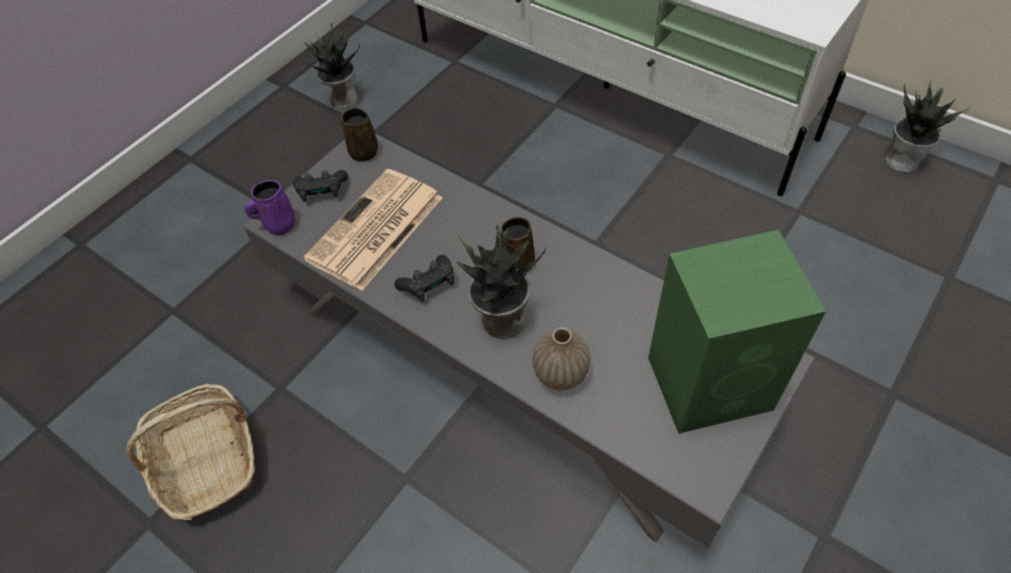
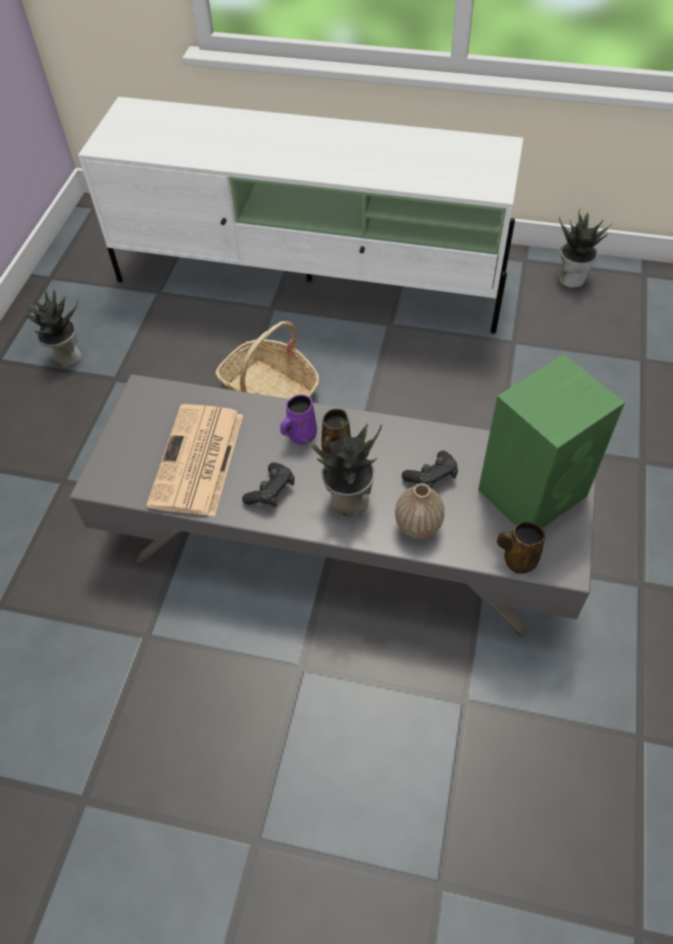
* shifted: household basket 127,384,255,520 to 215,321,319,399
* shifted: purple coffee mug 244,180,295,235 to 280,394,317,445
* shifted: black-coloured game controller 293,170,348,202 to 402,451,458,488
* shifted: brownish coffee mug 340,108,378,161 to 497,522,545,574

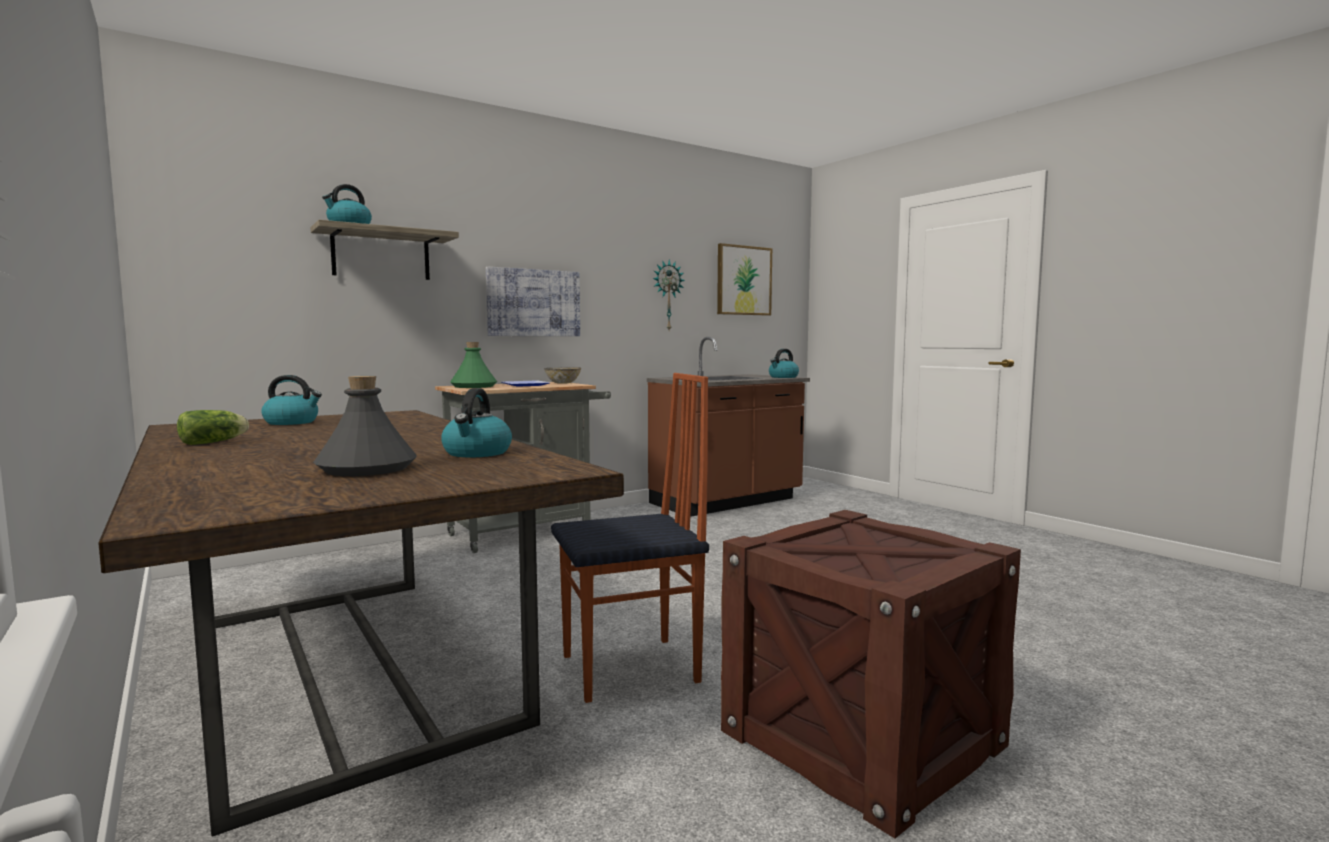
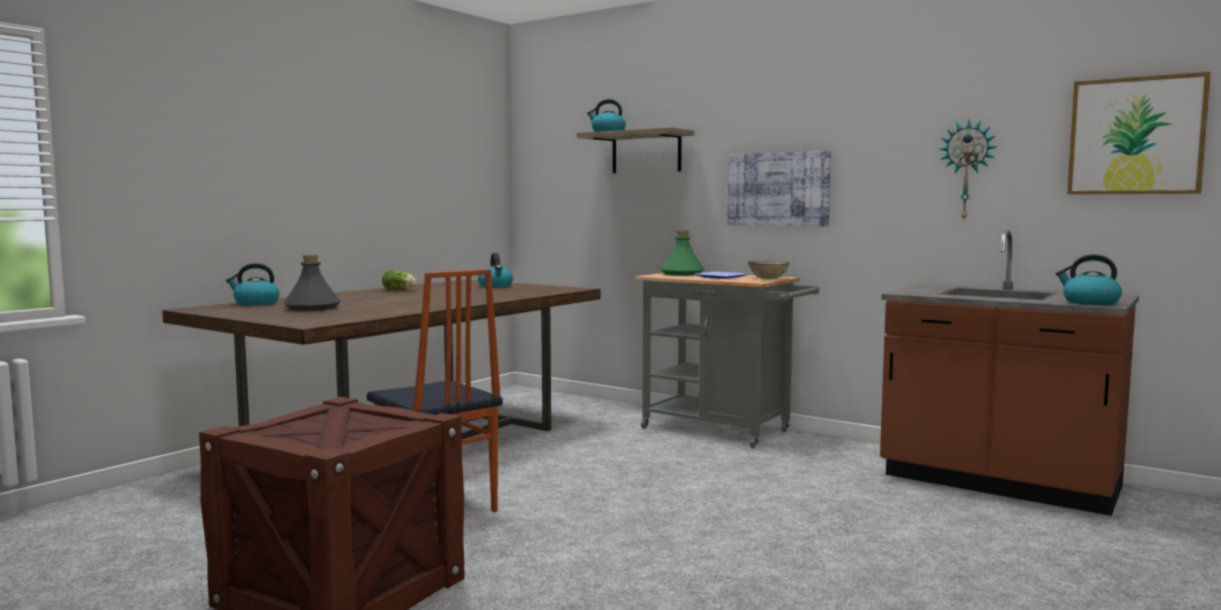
* shifted: kettle 441,388,512,457 to 226,263,279,306

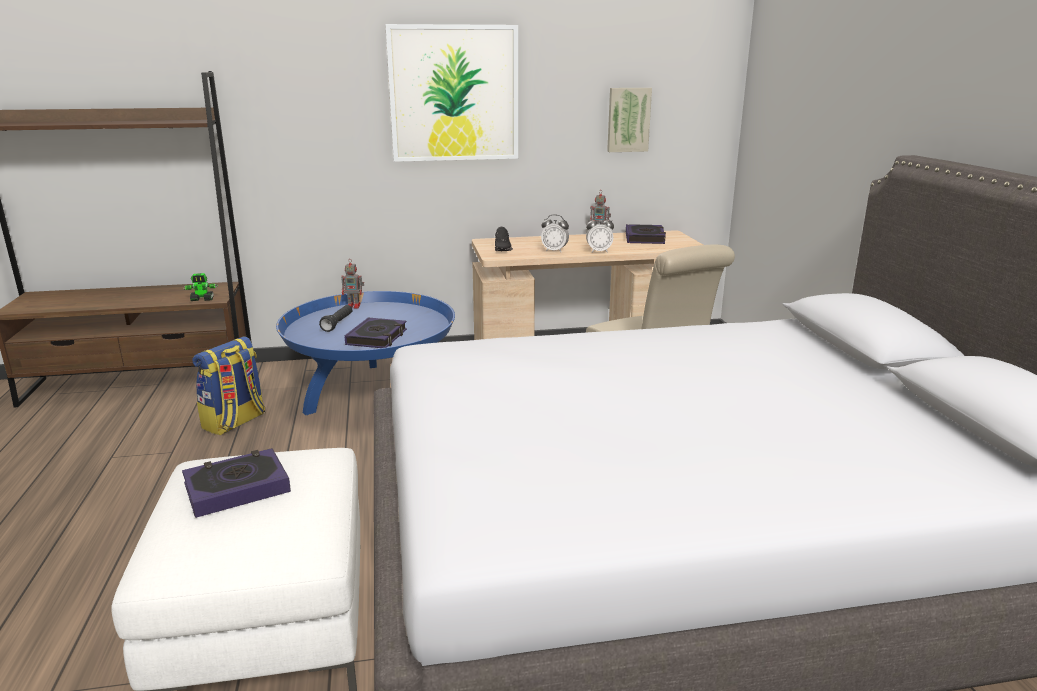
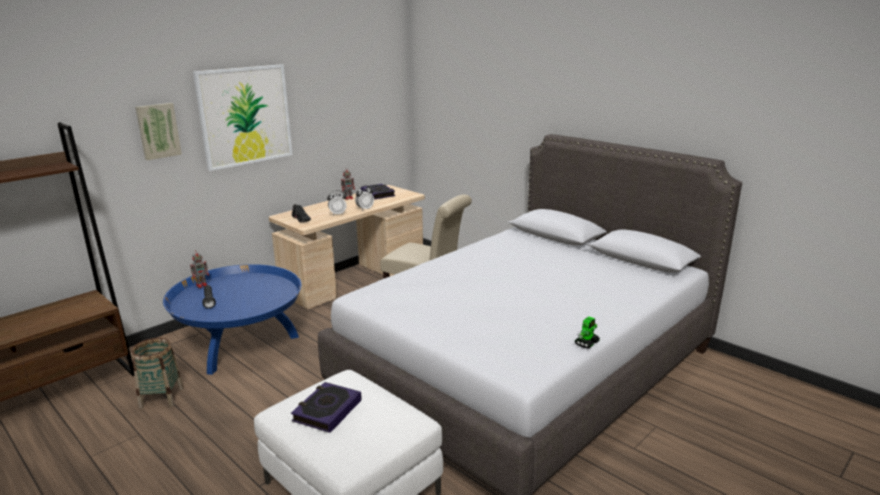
* swapped: backpack 192,336,265,435 to household basket 131,338,183,409
* shifted: picture 607,88,652,152 to 135,103,182,160
* shifted: model robot 183,273,218,301 to 575,316,600,348
* gone: bound book 345,318,407,348

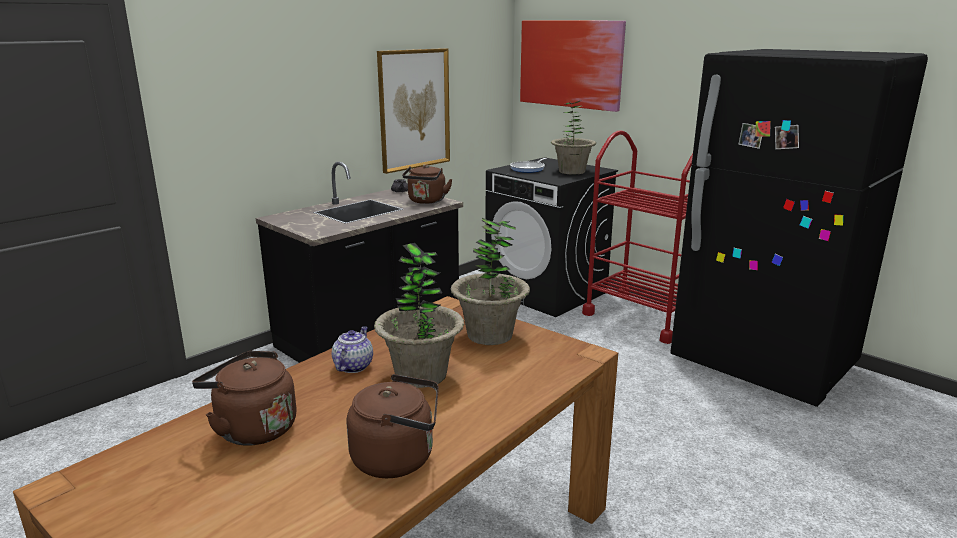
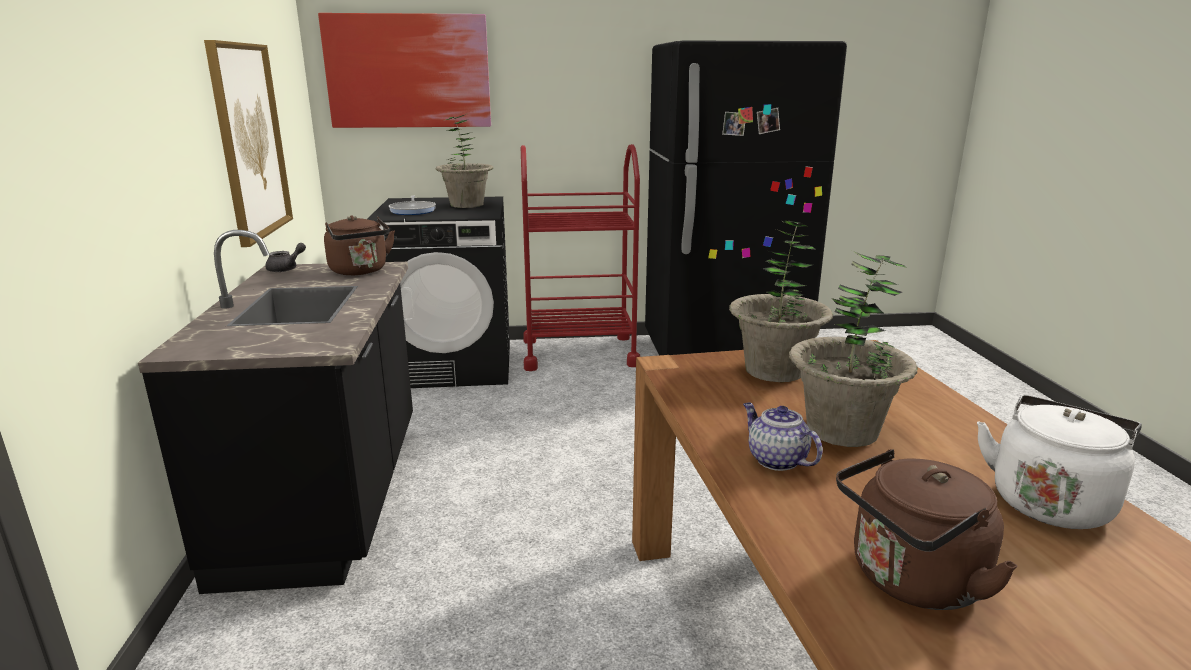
* repainted: brownish kettle 347,374,439,478 to whitish kettle 977,395,1142,529

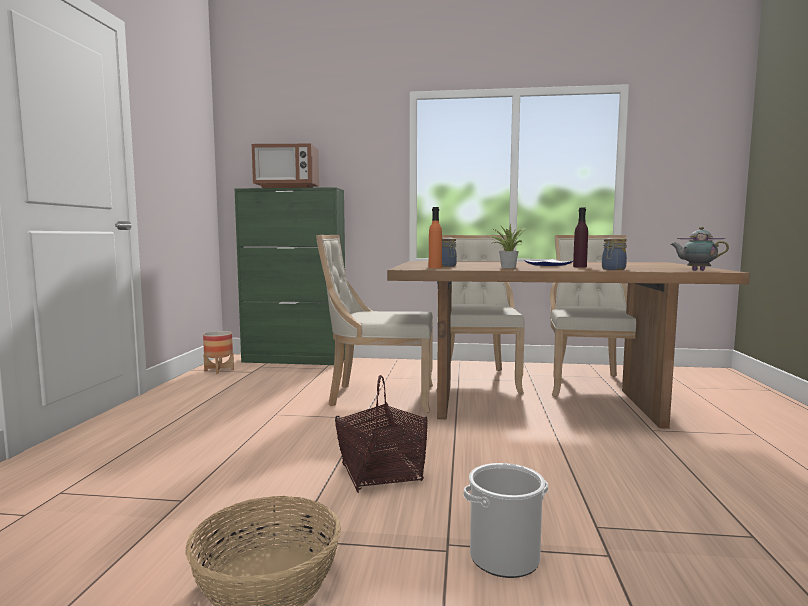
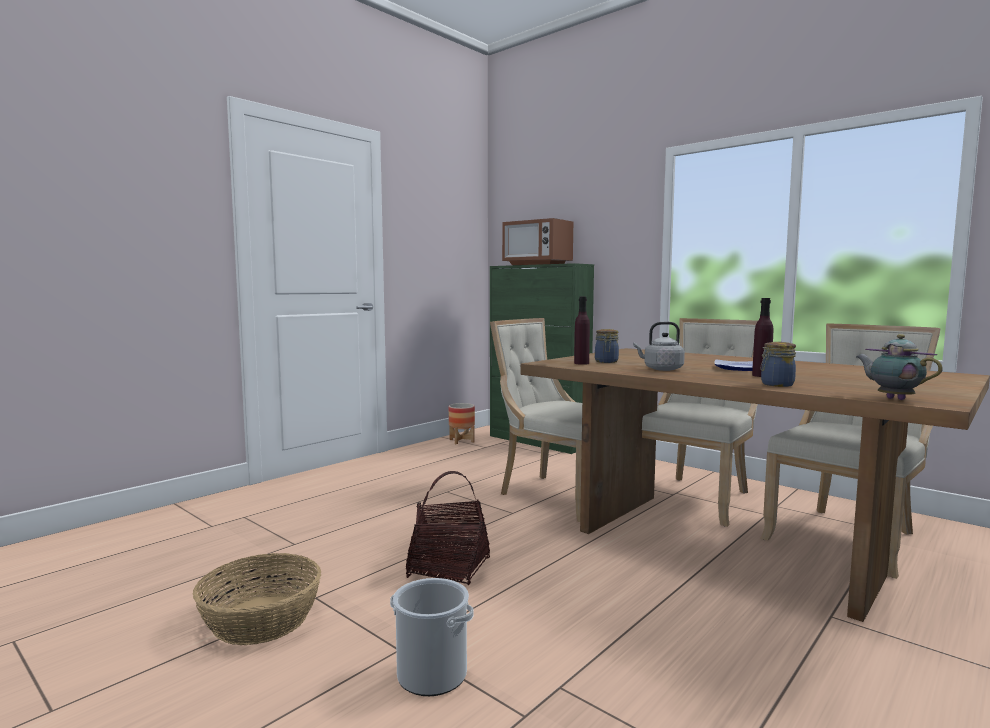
* repainted: orangey beverage bottle 429,207,442,268 to purple beverage bottle 574,297,590,365
* swapped: potted plant 489,224,526,268 to gray kettle 633,322,685,371

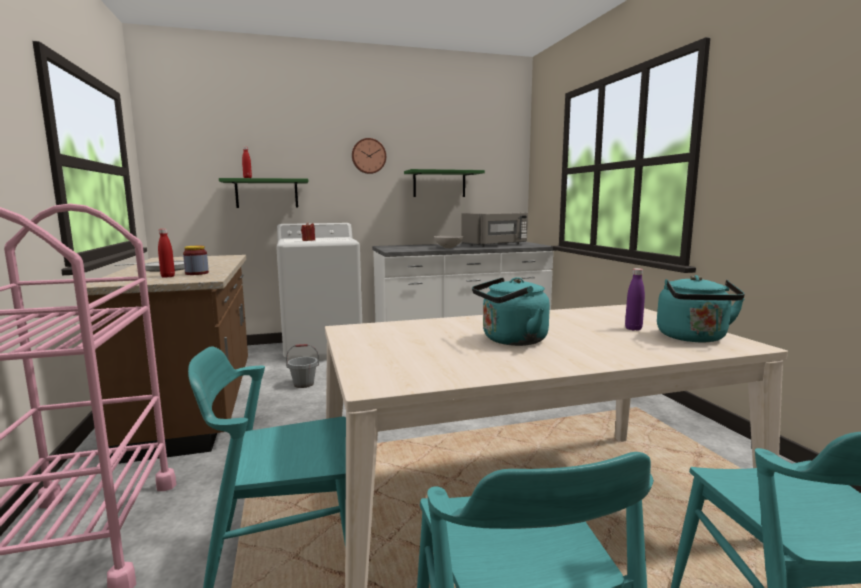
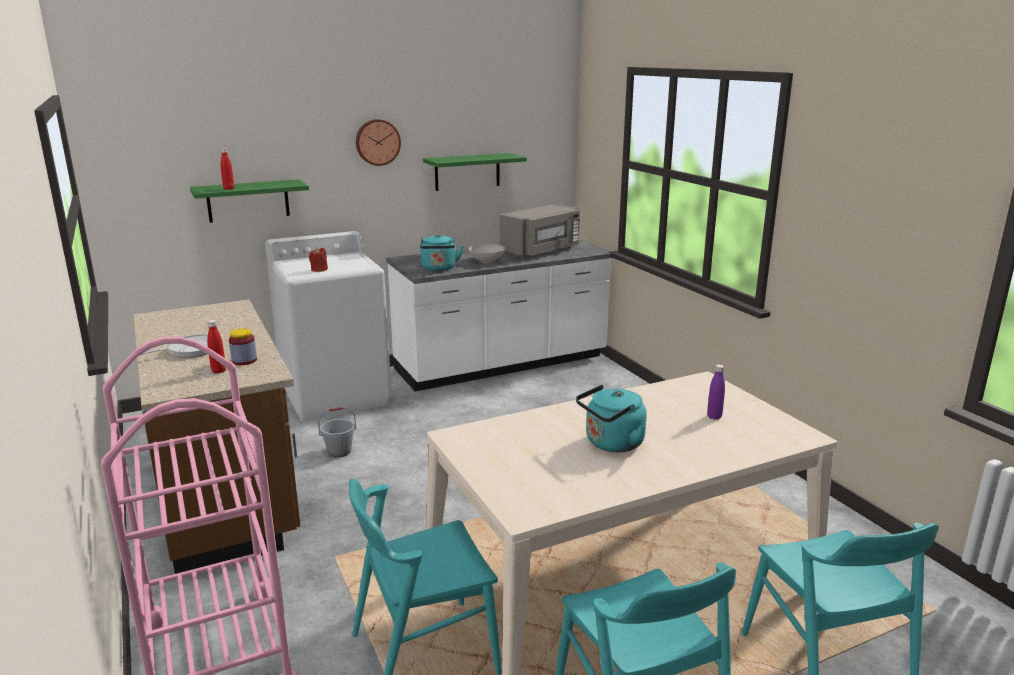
* shifted: turquoise kettle 657,275,745,342 to 420,234,464,271

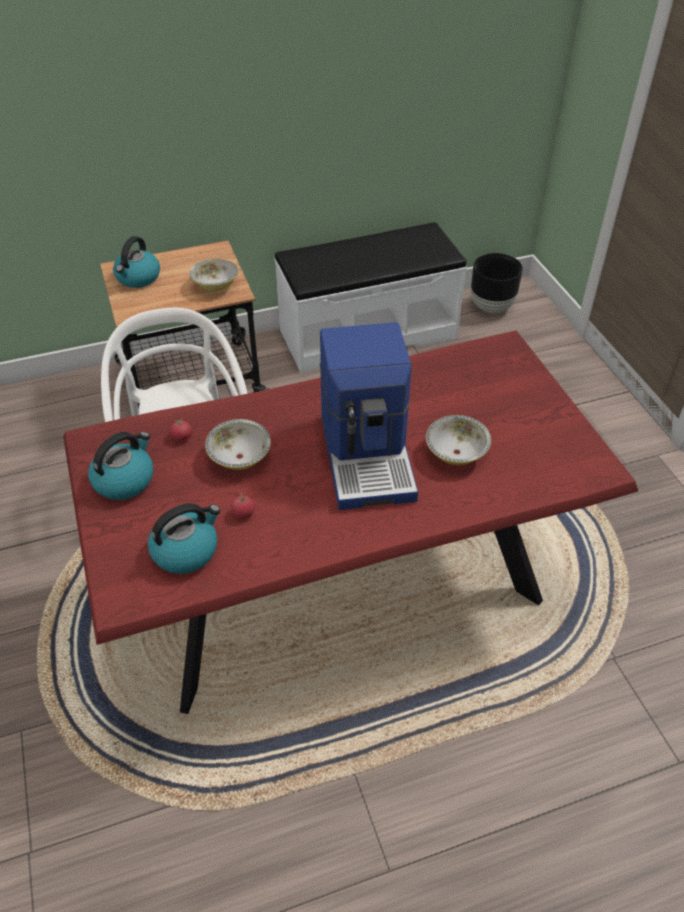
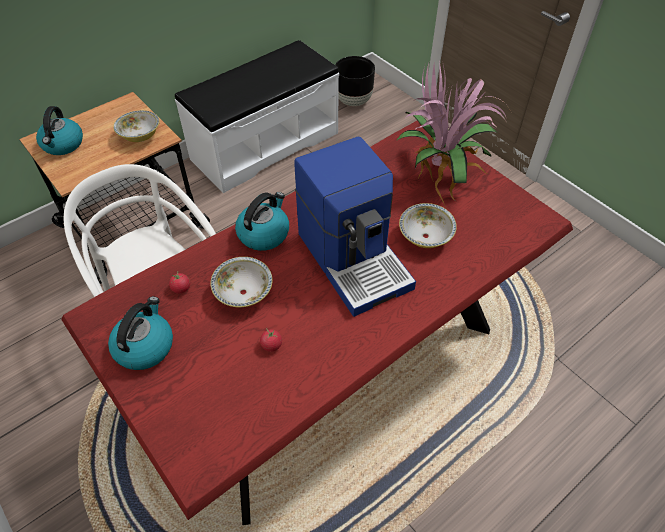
* shifted: kettle 148,503,220,574 to 235,192,289,251
* new: potted plant 396,60,507,207

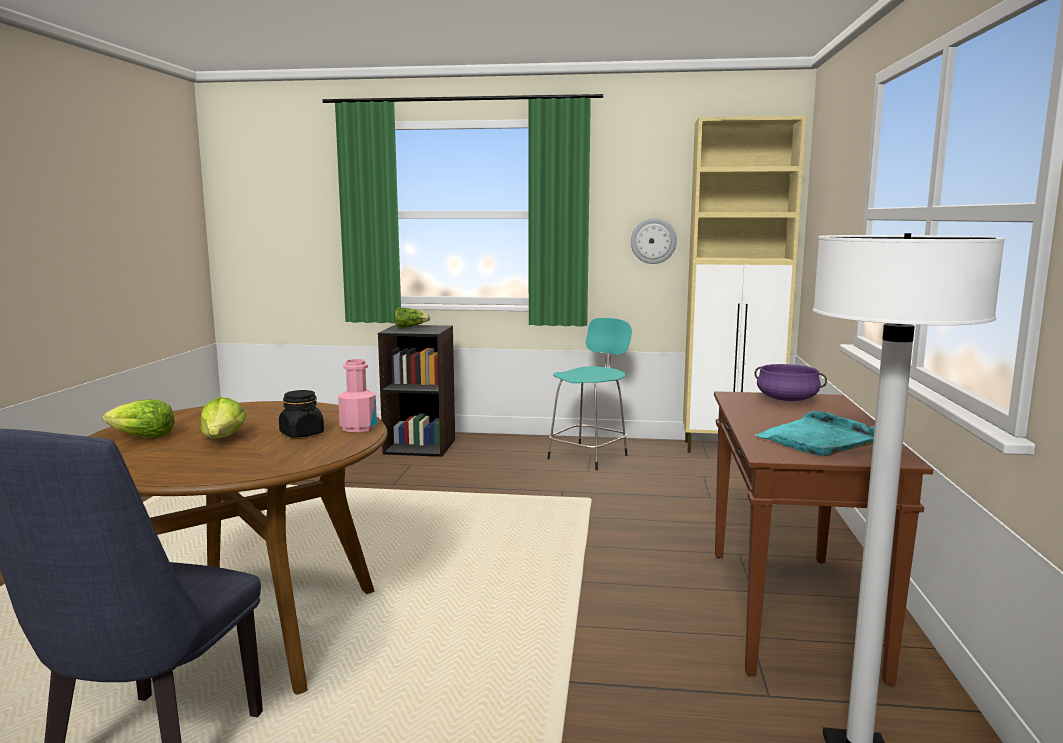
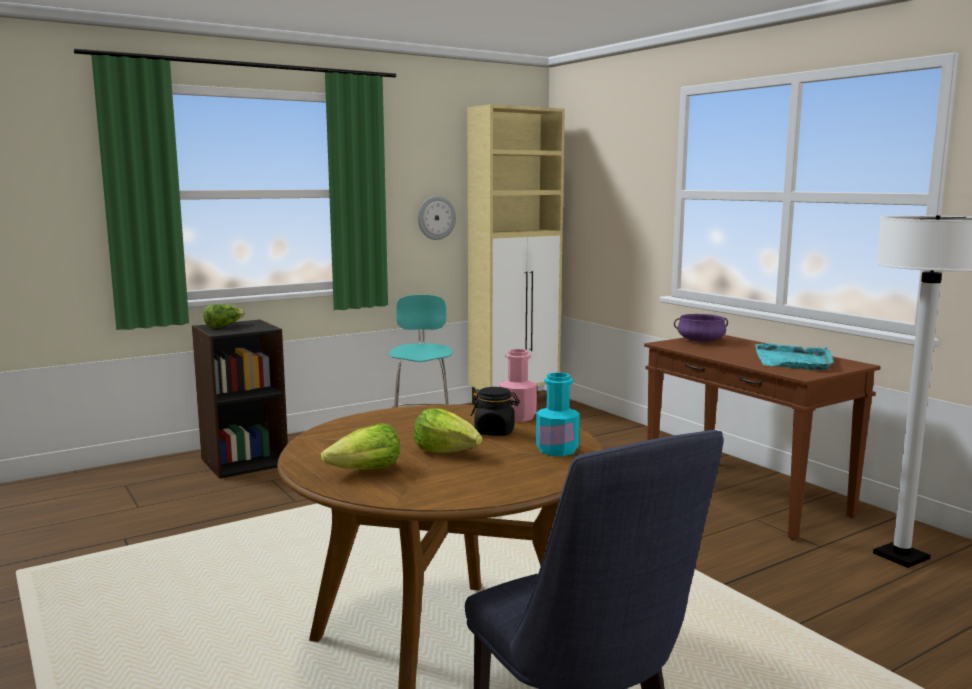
* new: turquoise beverage bottle 536,373,580,456

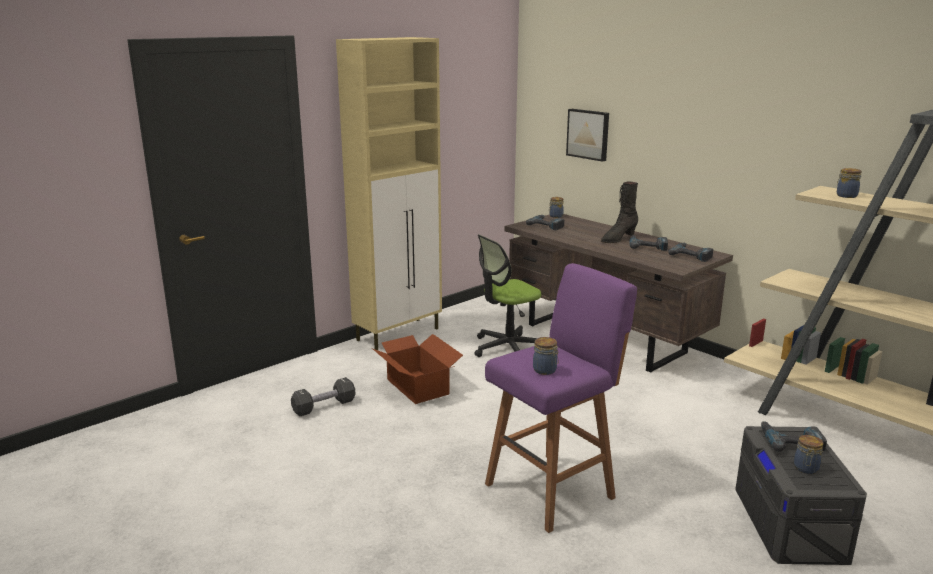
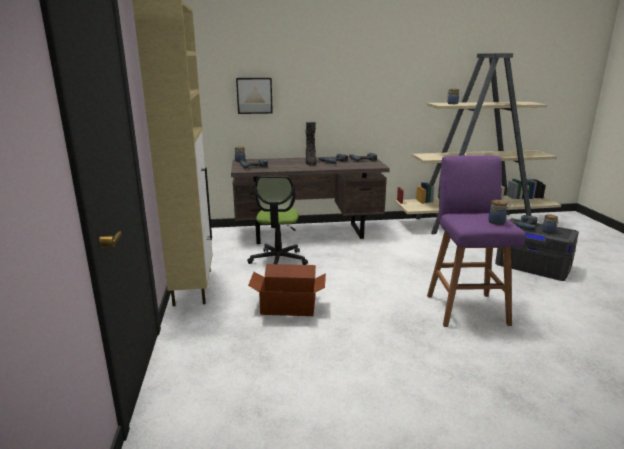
* gone: black-coloured hand weight 291,377,355,416

